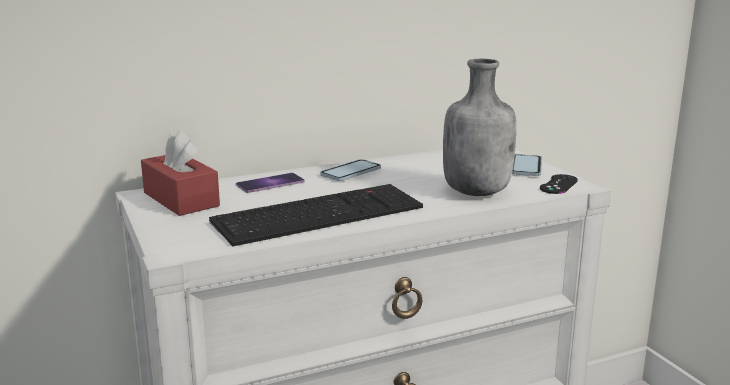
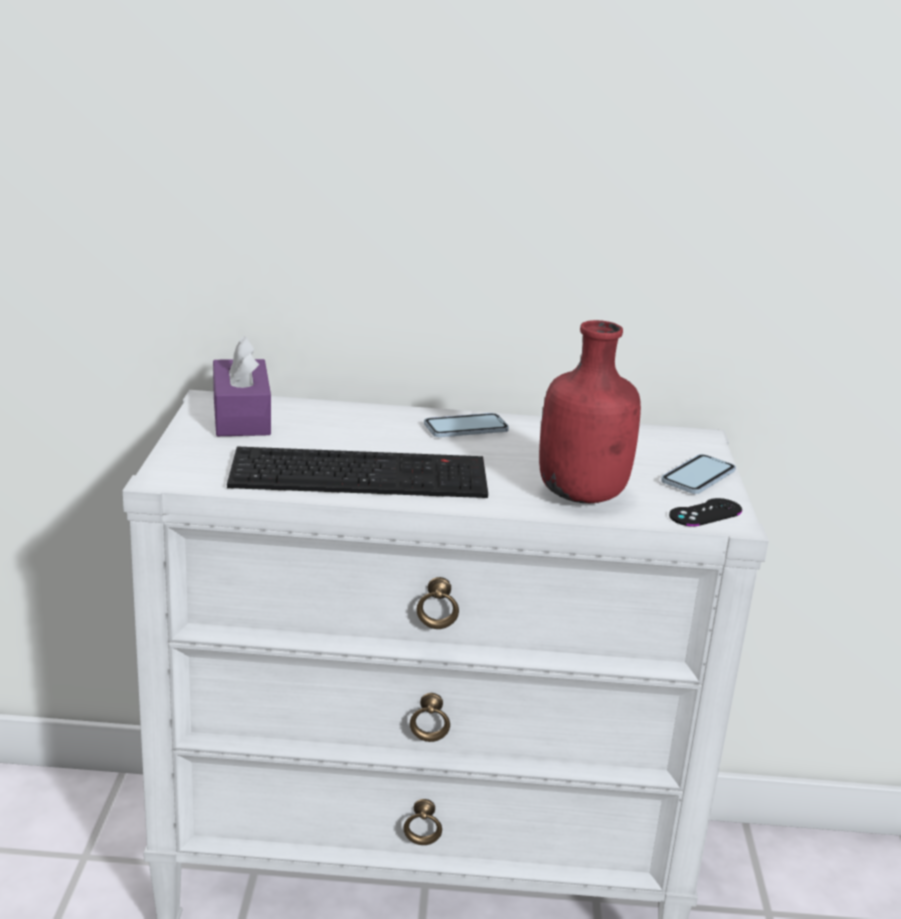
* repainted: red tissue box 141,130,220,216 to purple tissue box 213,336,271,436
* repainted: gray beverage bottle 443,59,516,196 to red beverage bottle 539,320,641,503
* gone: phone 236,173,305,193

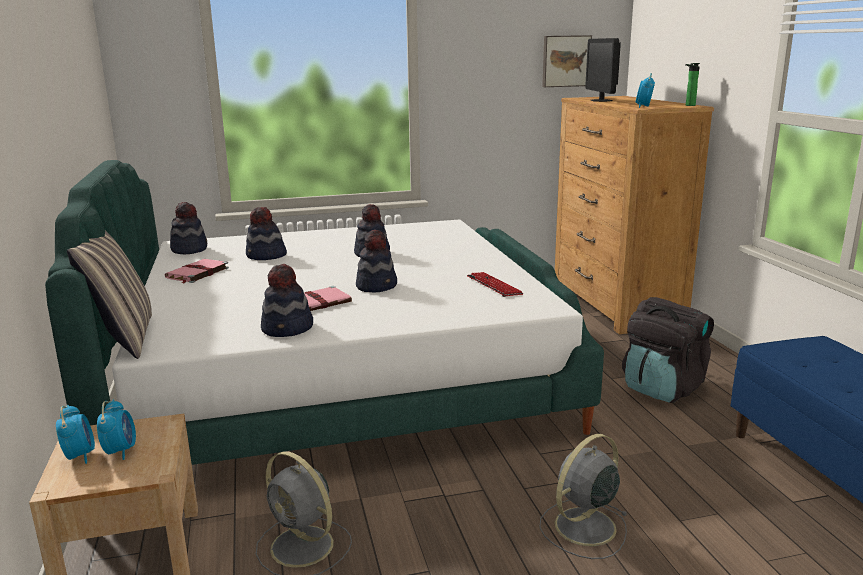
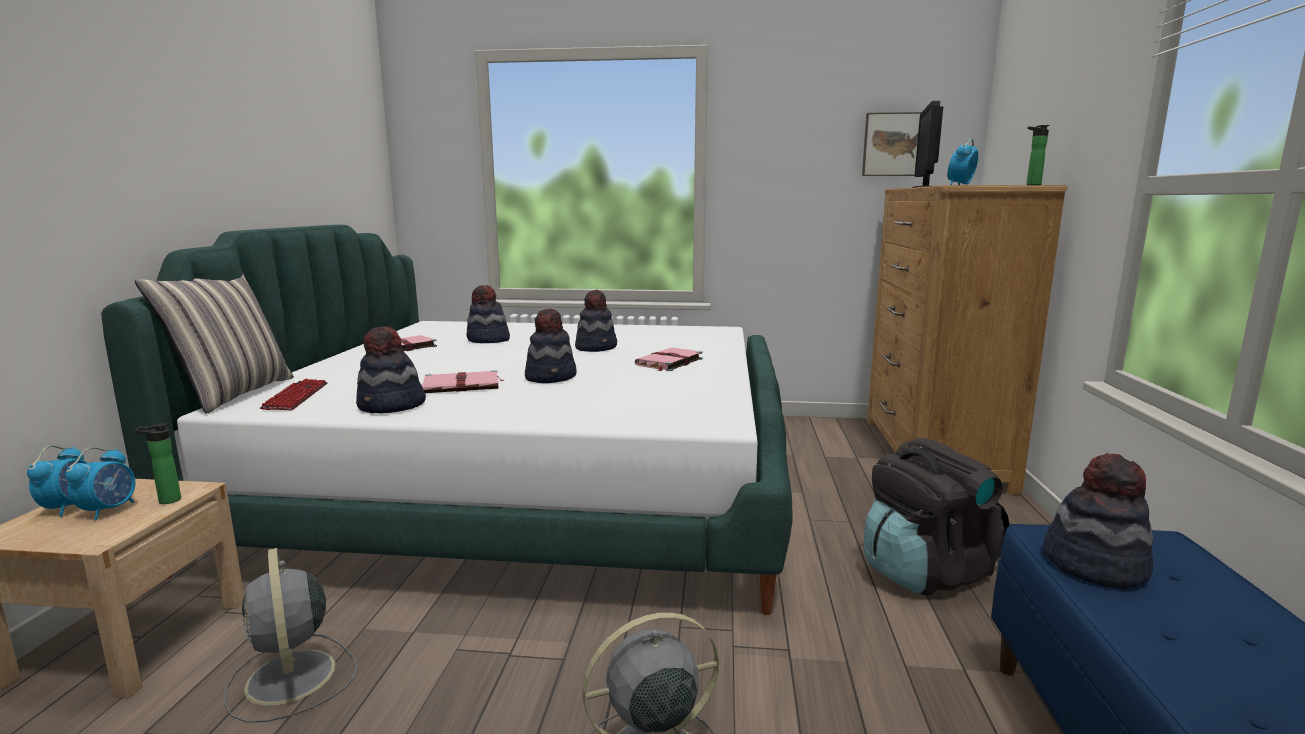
* new: beverage bottle 135,423,181,504
* shifted: keyboard 467,272,523,297 to 260,379,328,410
* new: pink-coloured bound book 634,347,703,371
* shifted: clothing hat 170,202,207,254 to 1043,453,1153,589

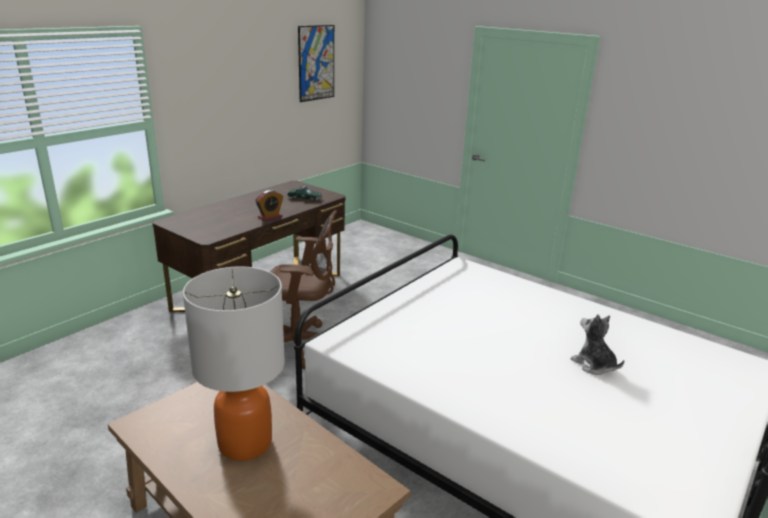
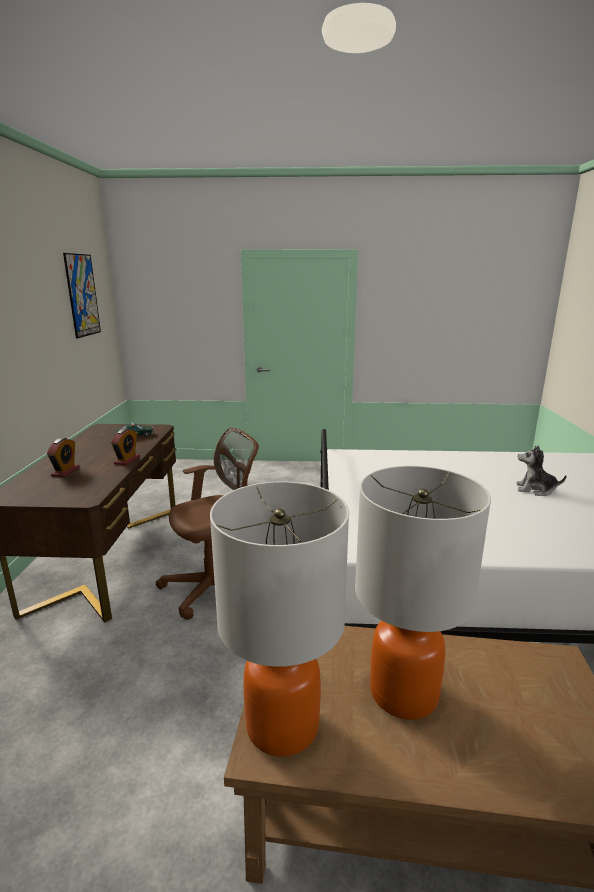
* new: bedside clock 47,438,80,477
* new: tabletop lamp 210,482,349,757

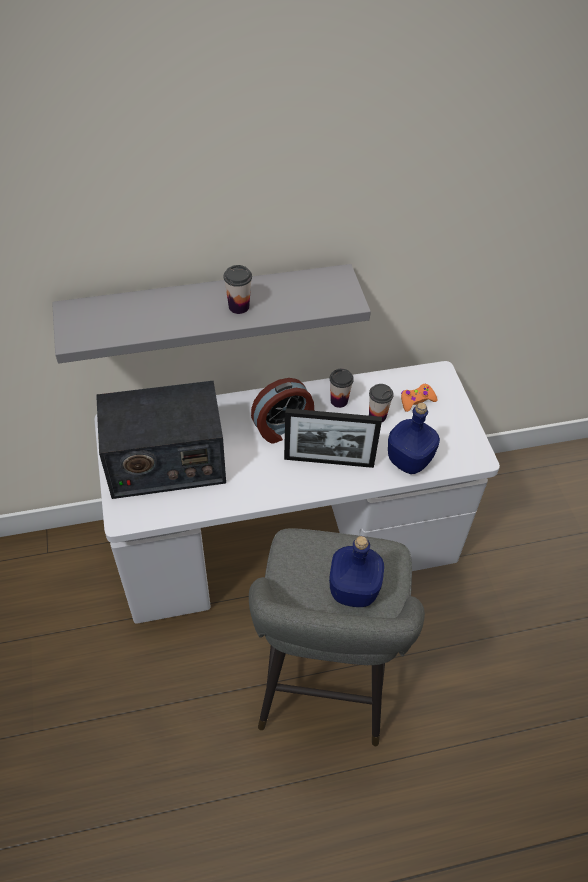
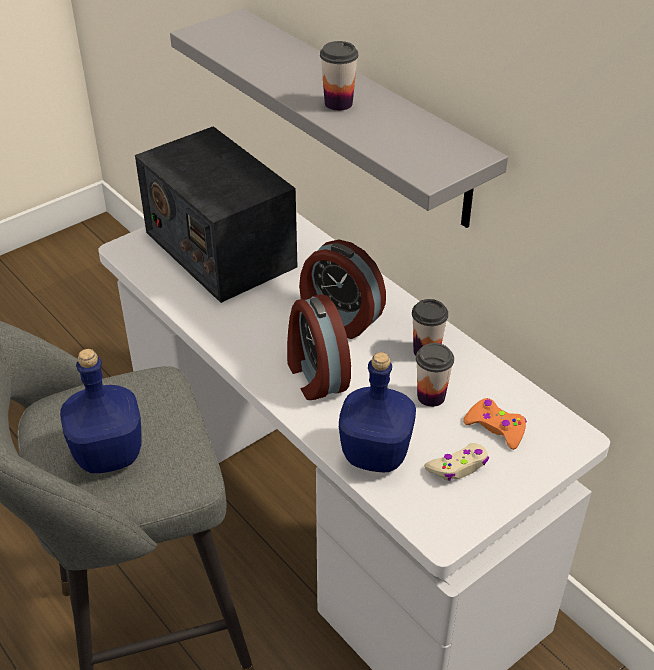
* swapped: picture frame 284,408,382,468 to bedside clock 287,294,351,400
* new: sand-coloured game controller 424,443,489,481

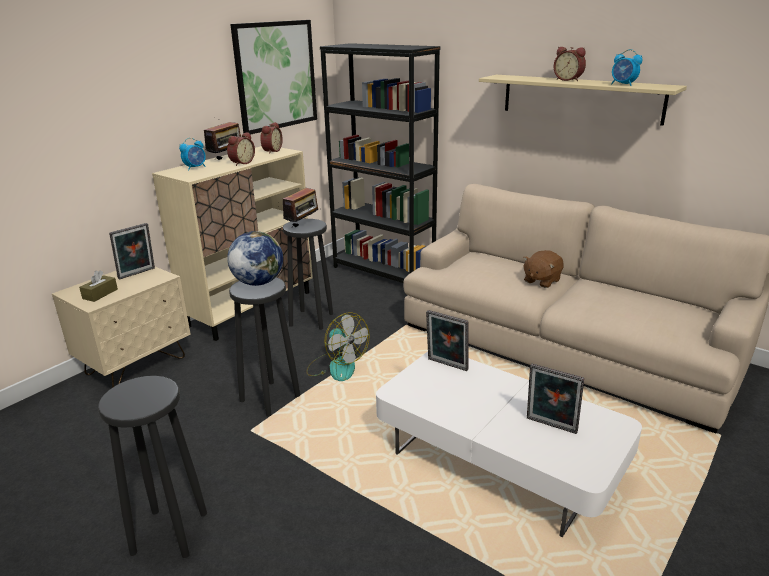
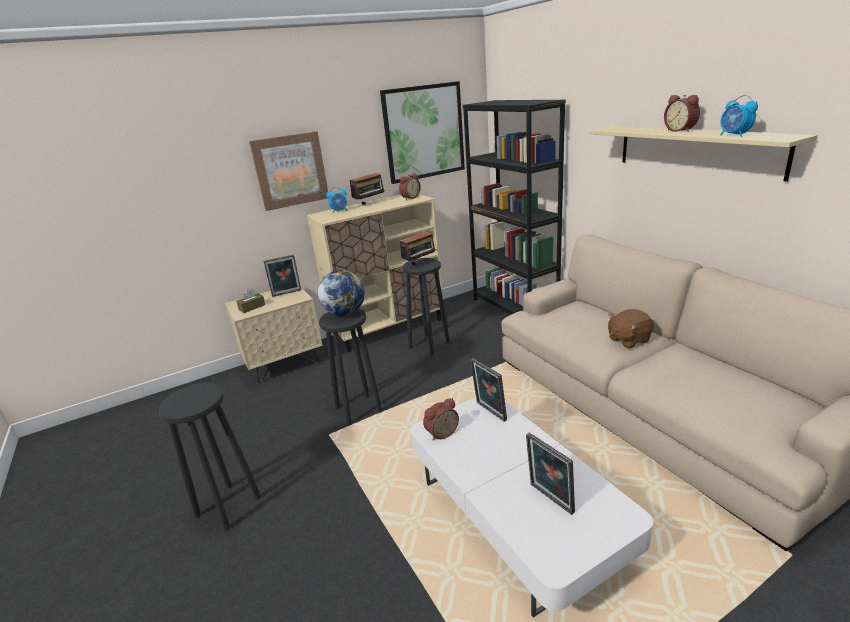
* new: picture 249,131,328,211
* shifted: bedside clock 227,132,255,166 to 423,398,459,441
* gone: fan 306,312,370,381

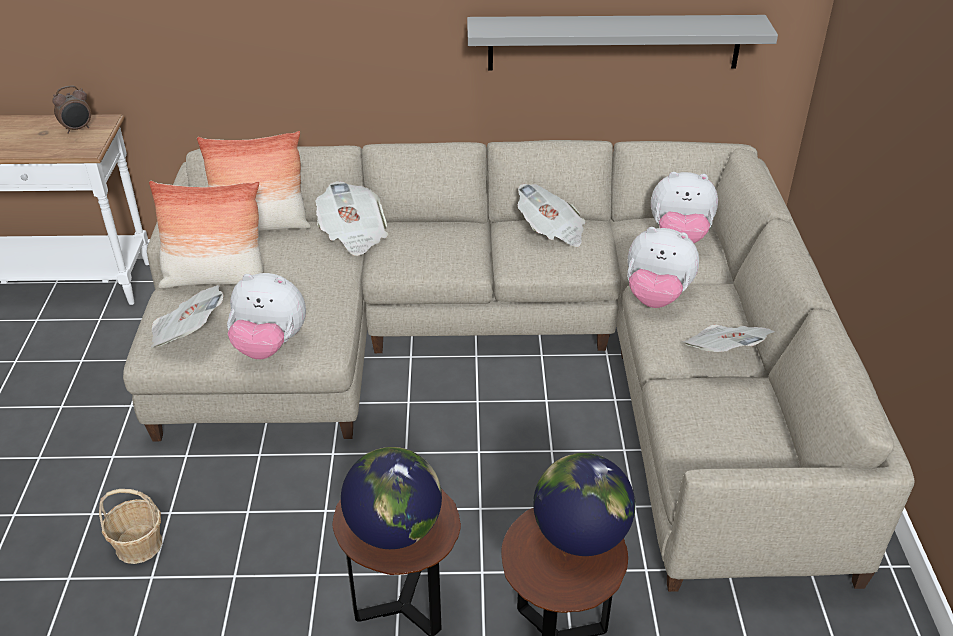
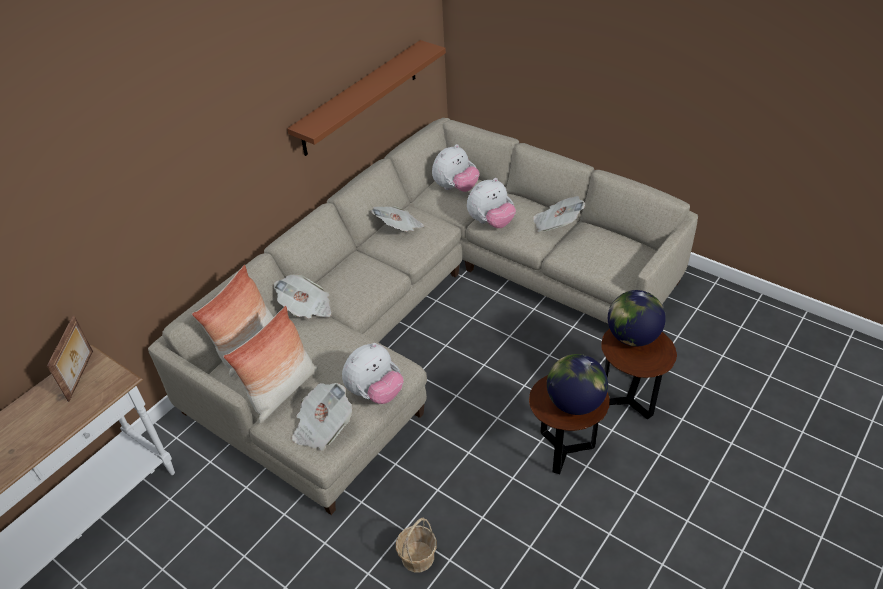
* swapped: bedside clock 52,86,91,134 to picture frame 47,315,93,402
* repainted: gray wall shelf 467,15,778,70 to brownish wall shelf 287,40,446,156

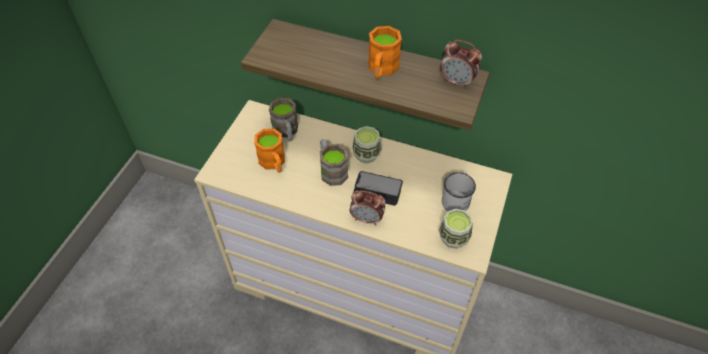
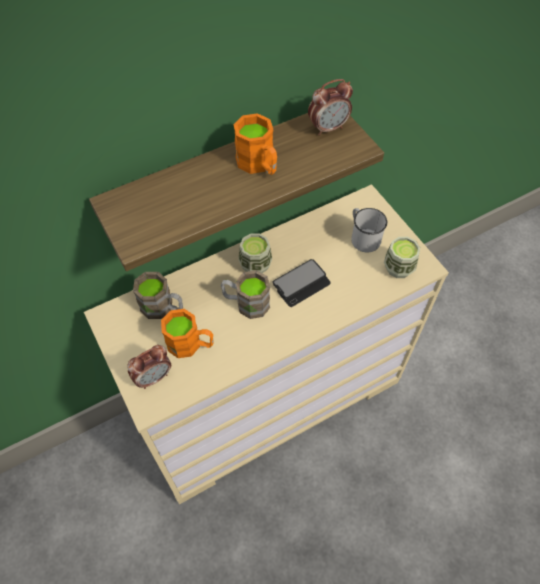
* shifted: bedside clock 350,190,386,225 to 127,345,171,389

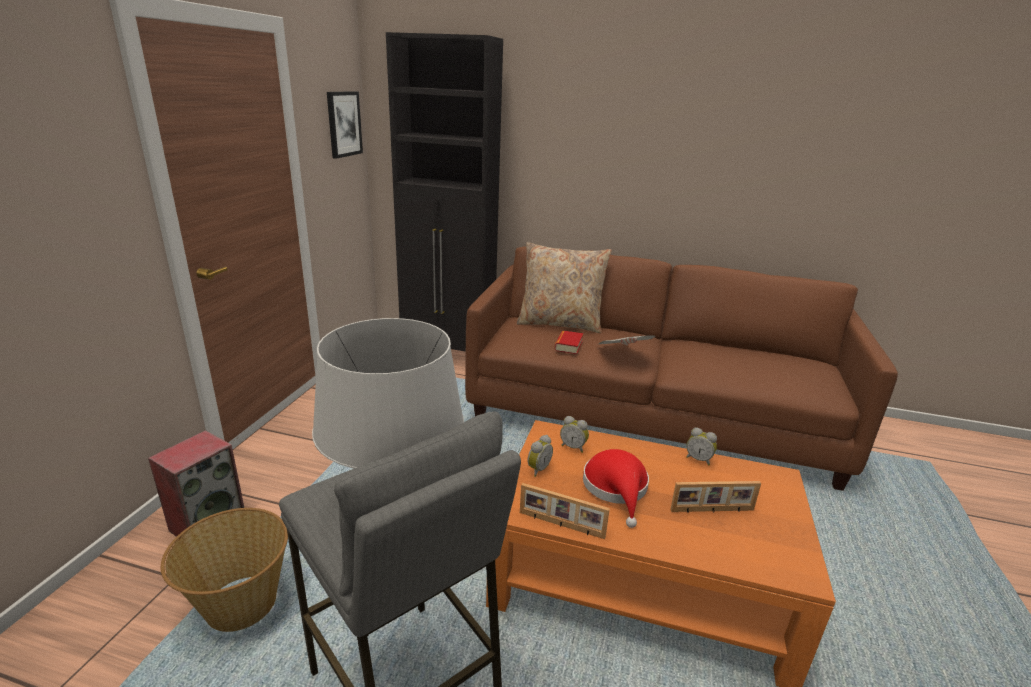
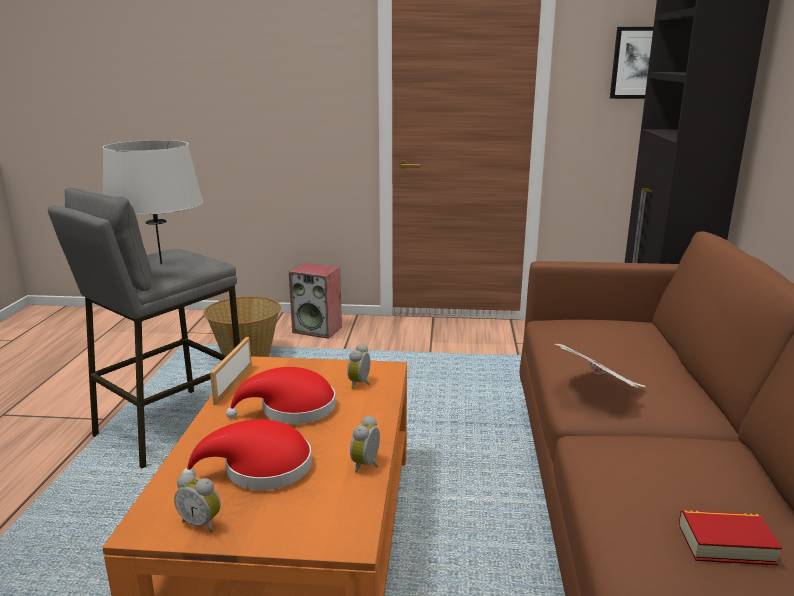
* shifted: bedside clock 528,435,553,477 to 174,473,220,532
* swapped: picture frame 670,481,761,513 to red clothing hat 182,419,312,490
* shifted: bound book 555,330,583,354 to 679,510,782,566
* gone: sand-coloured throw pillow 517,242,612,333

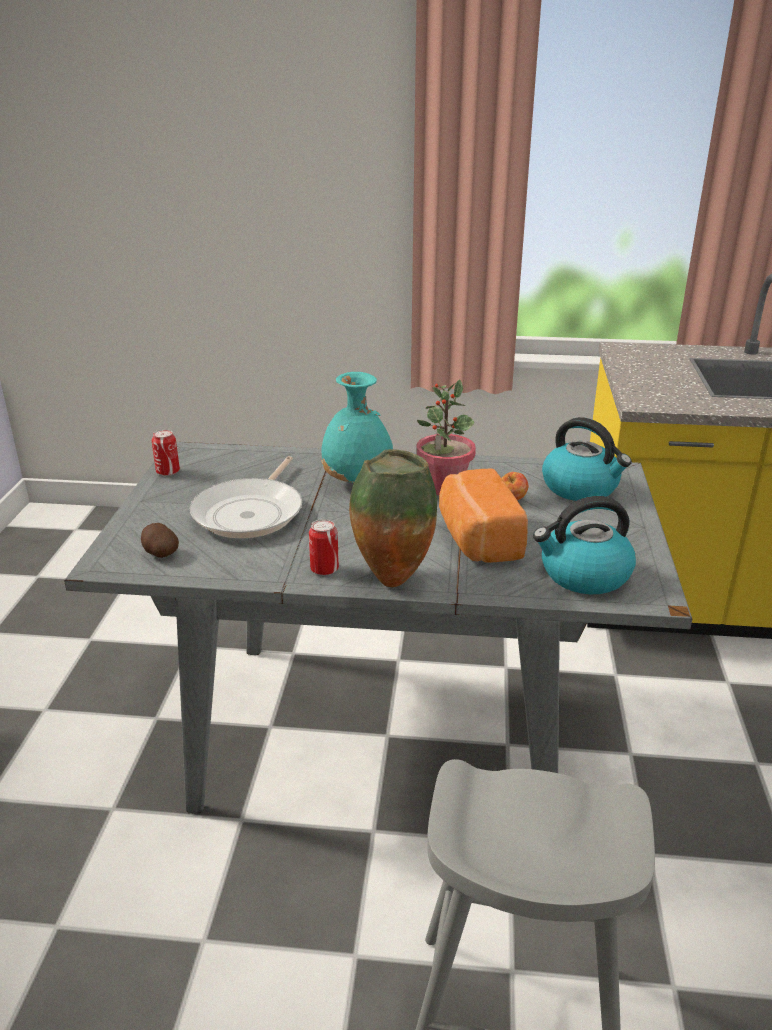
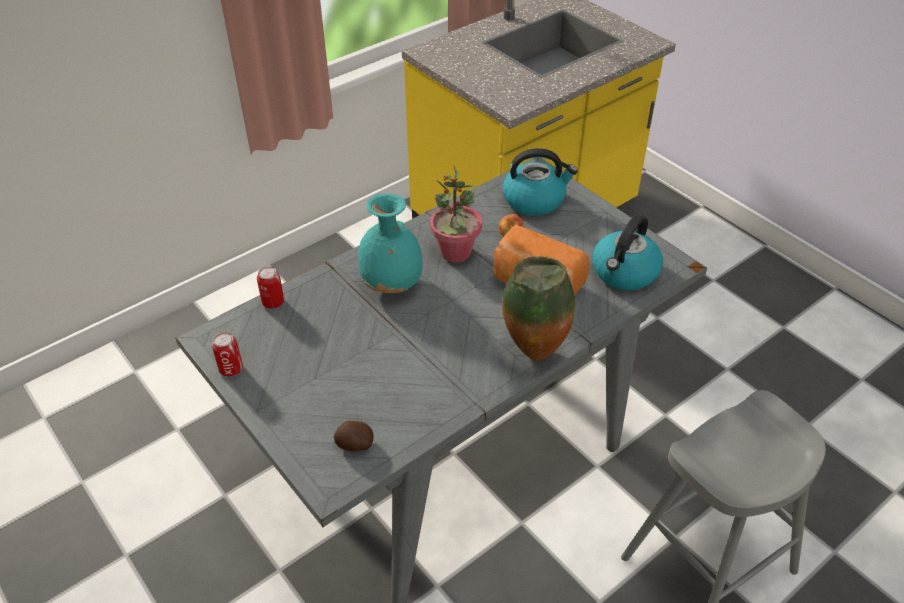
* shifted: metal can 309,519,339,575 to 257,266,284,309
* gone: pan 190,456,302,538

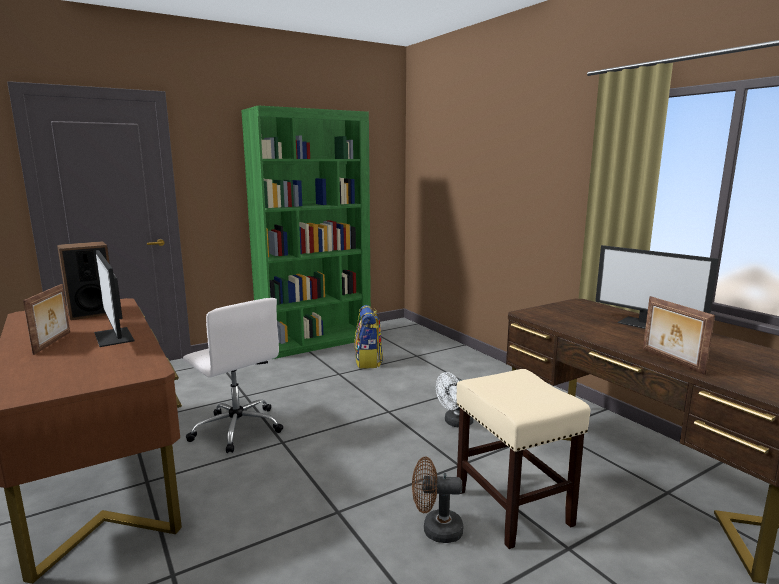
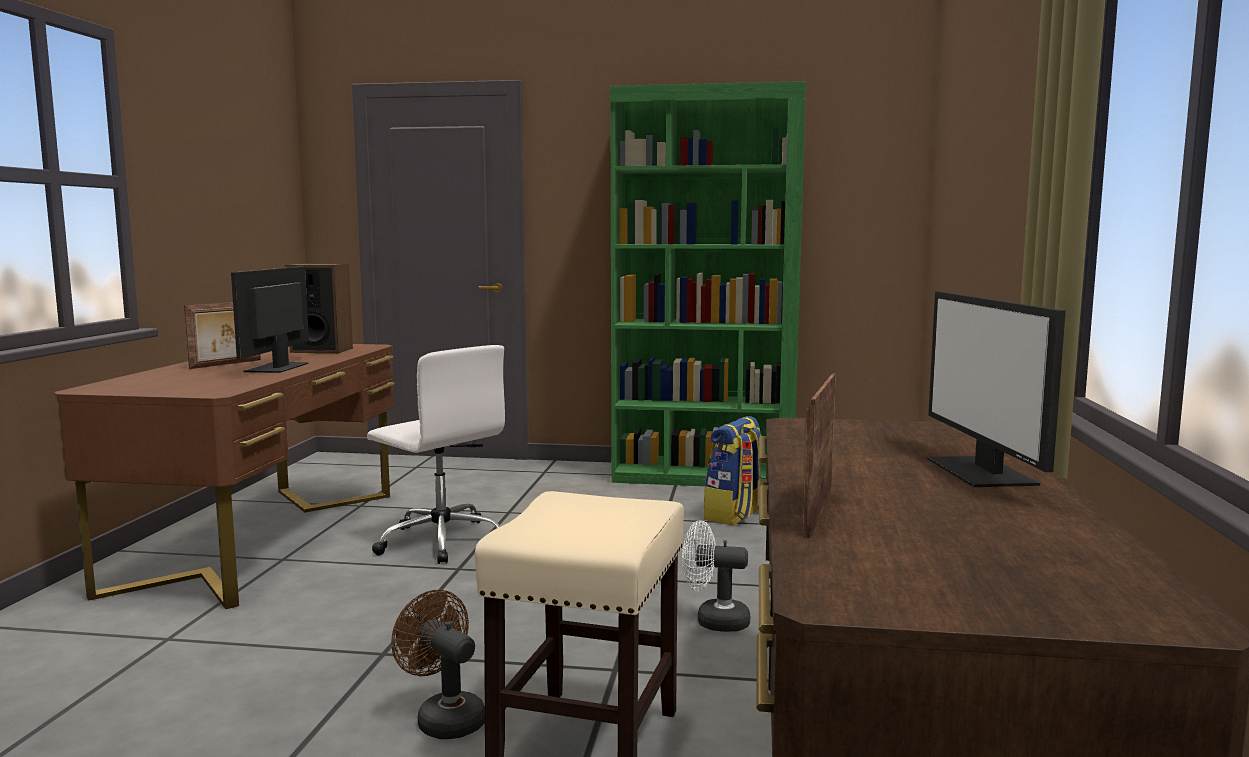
* rotated: whitish office chair 183,298,283,453 = 367,345,505,564 45 degrees counterclockwise

